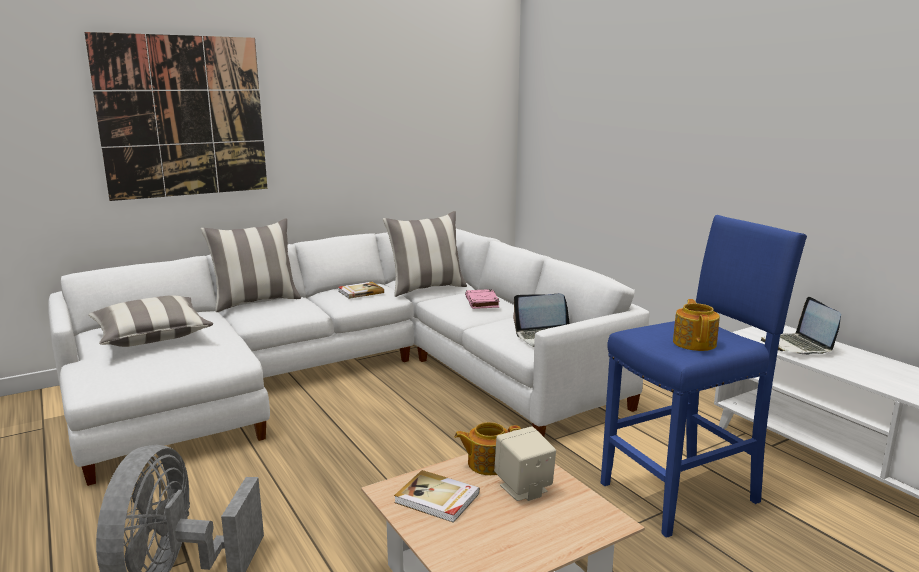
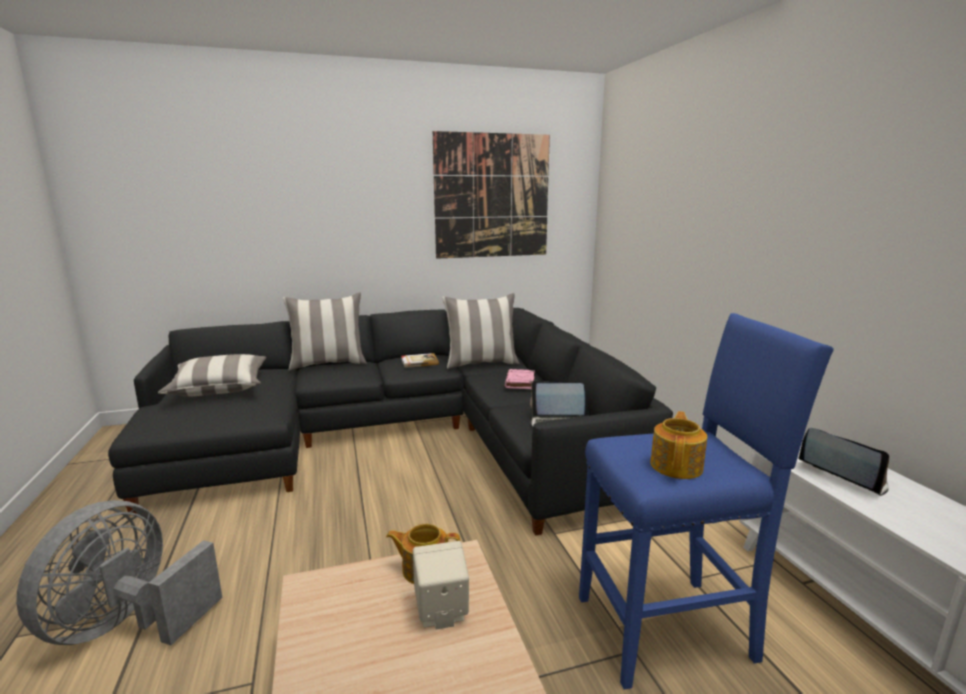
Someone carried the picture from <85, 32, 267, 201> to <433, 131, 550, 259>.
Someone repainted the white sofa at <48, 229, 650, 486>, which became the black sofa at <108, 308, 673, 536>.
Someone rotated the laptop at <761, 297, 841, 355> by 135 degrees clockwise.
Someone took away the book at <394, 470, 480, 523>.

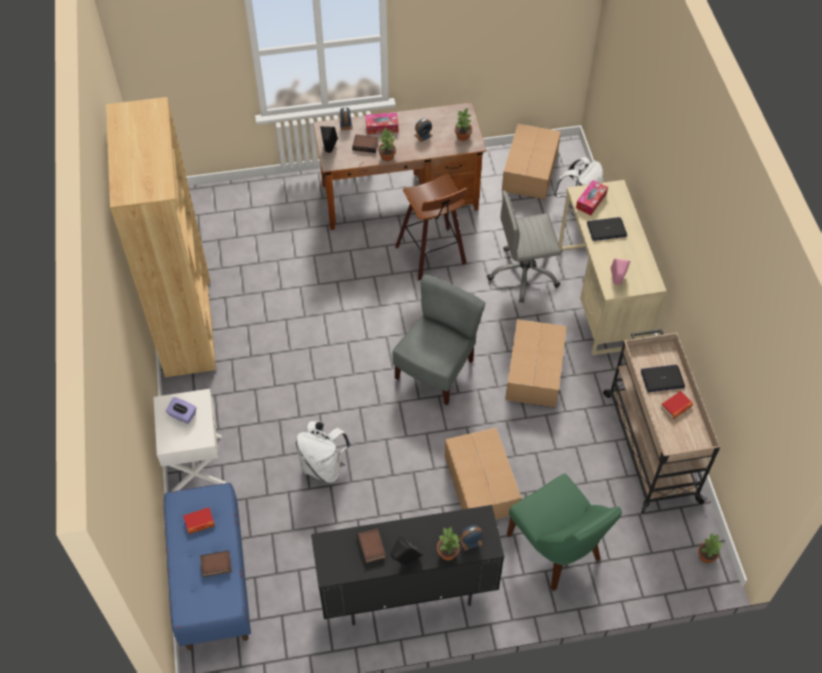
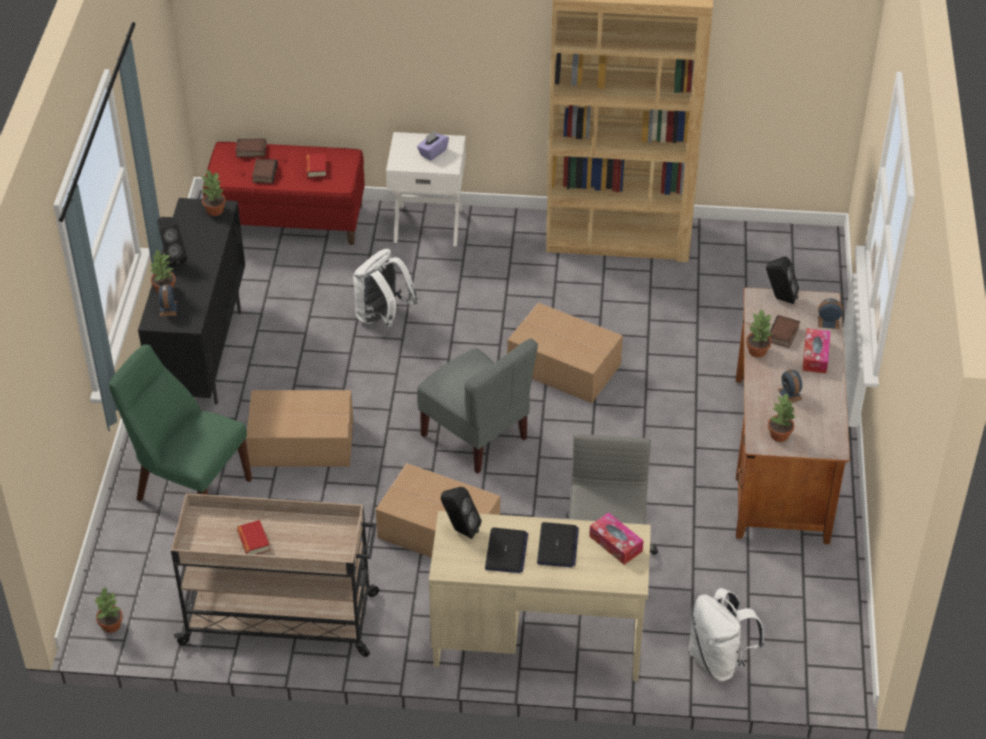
Someone carried the cardboard box from <502, 123, 561, 200> to <507, 303, 623, 403>.
Someone took away the stool at <395, 174, 467, 281>.
Someone repainted the pink speaker at <611, 259, 630, 285>, which became the black speaker at <441, 487, 482, 539>.
Someone carried the laptop from <641, 365, 685, 392> to <485, 527, 528, 573>.
Someone rotated the green chair at <507, 473, 622, 591> by 45 degrees clockwise.
Someone repainted the blue bench at <164, 483, 251, 650>, which became the red bench at <203, 142, 365, 245>.
Someone carried the book from <357, 528, 386, 563> to <236, 138, 266, 157>.
Someone put down the potted plant at <201, 169, 226, 216>.

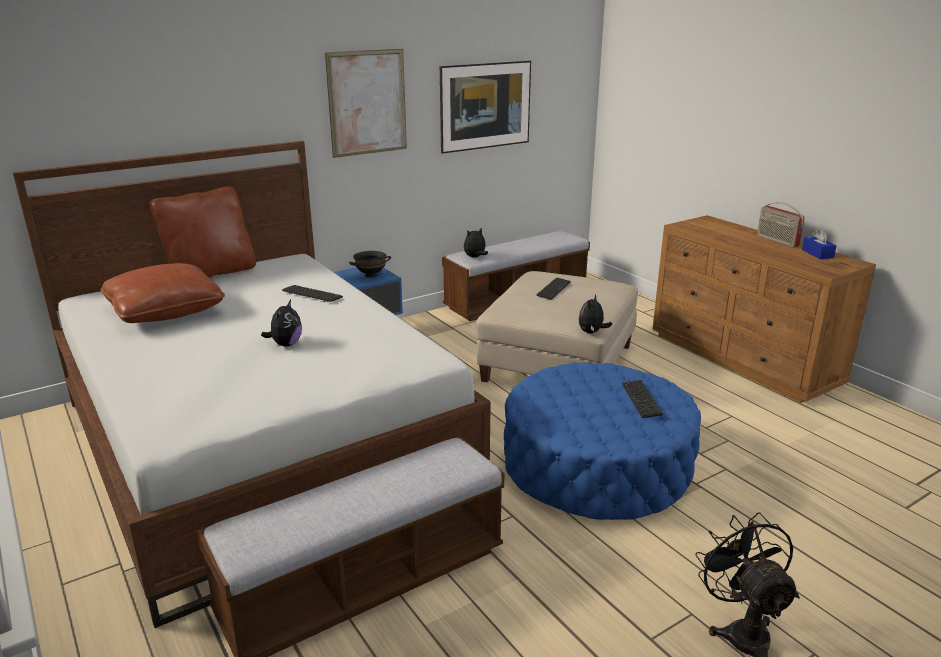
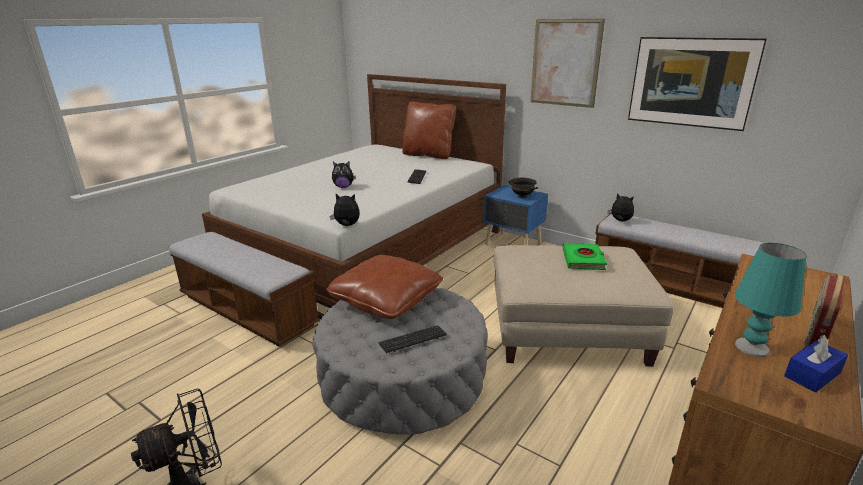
Someone carried the brown pillow from <101, 263, 225, 323> to <326, 255, 443, 319>.
Someone swapped the keyboard at <536, 277, 571, 300> for the green book at <563, 243, 607, 270>.
Someone carried the plush toy from <578, 294, 612, 333> to <330, 194, 360, 226>.
Someone repainted the blue ottoman at <504, 362, 701, 520>, which became the grey ottoman at <312, 288, 488, 434>.
Someone put down the turquoise table lamp at <735, 243, 806, 357>.

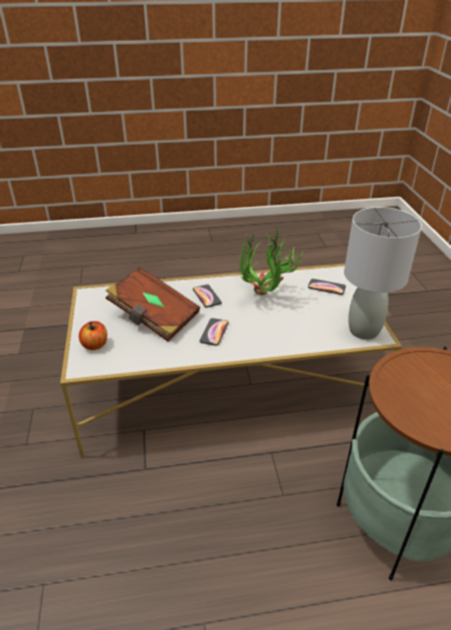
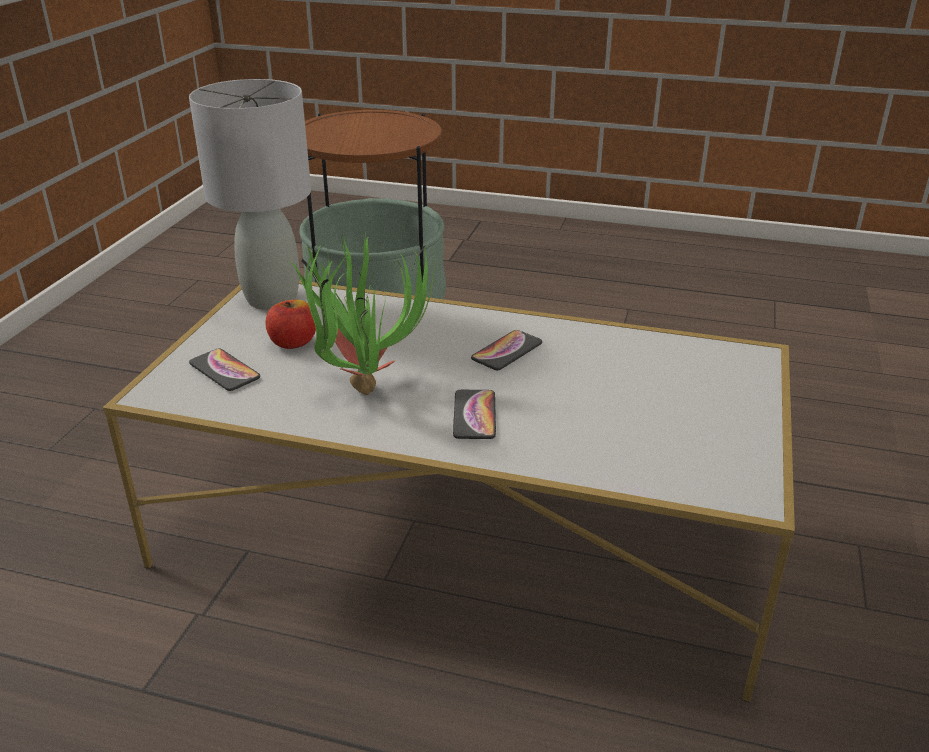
Someone took away the brown book at <106, 267, 200, 341>.
Someone carried the apple from <79, 321, 107, 350> to <265, 300, 316, 349>.

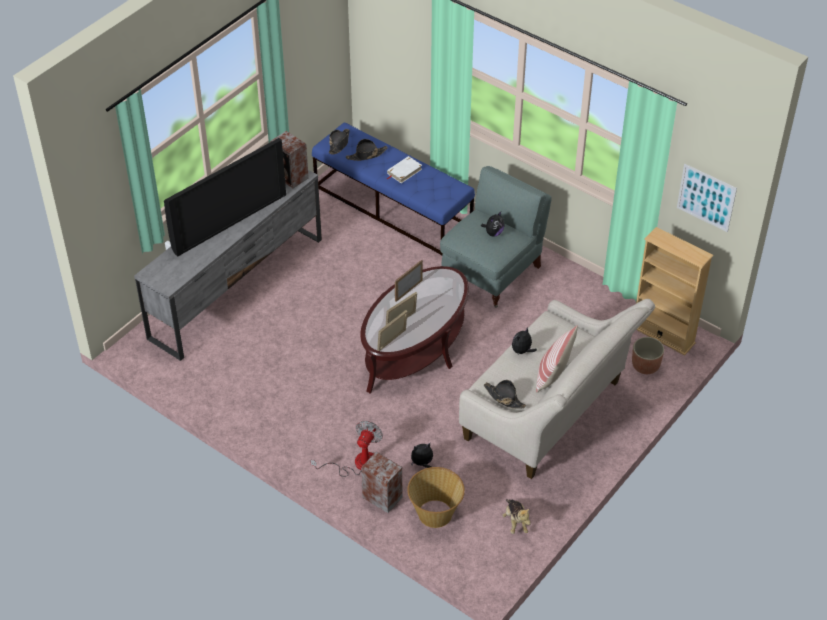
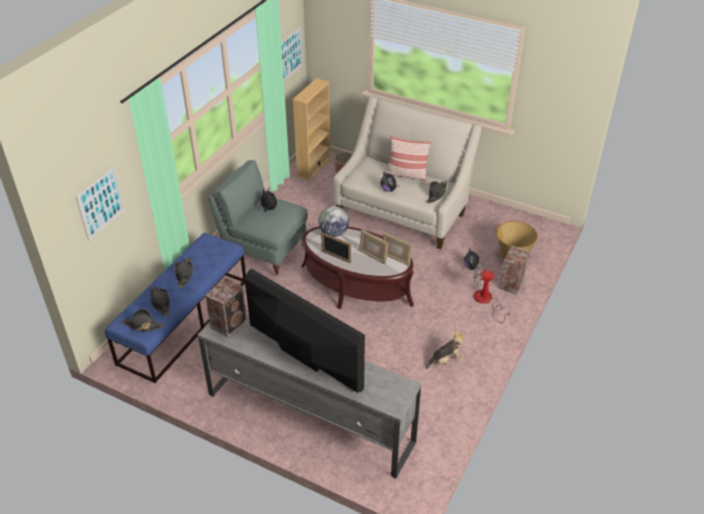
Someone swapped the white book at <386, 156, 422, 183> for the black hat at <174, 258, 193, 288>.
Someone carried the plush toy from <502, 499, 531, 534> to <426, 331, 465, 369>.
Someone put up the picture at <76, 166, 125, 240>.
Someone put down the globe at <318, 206, 349, 237>.

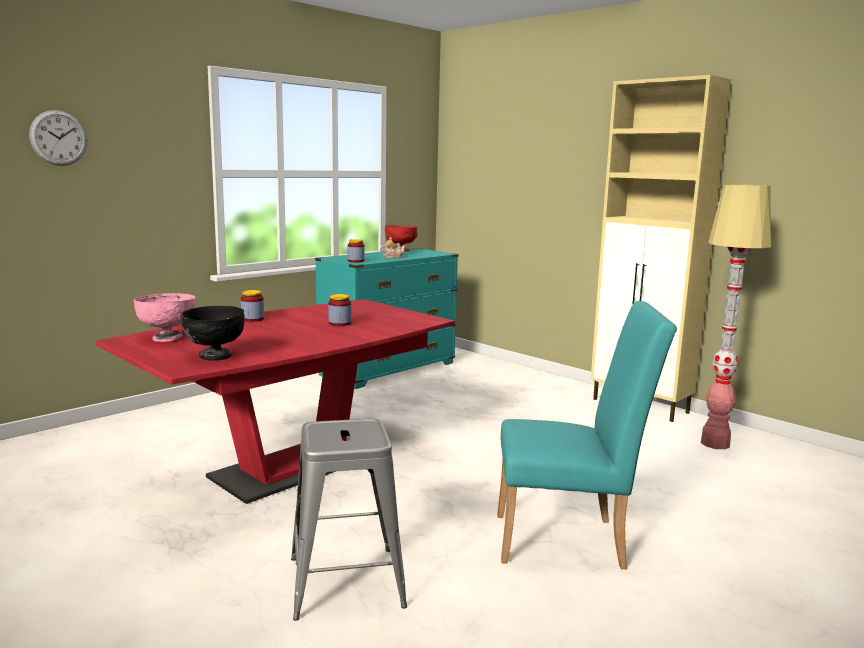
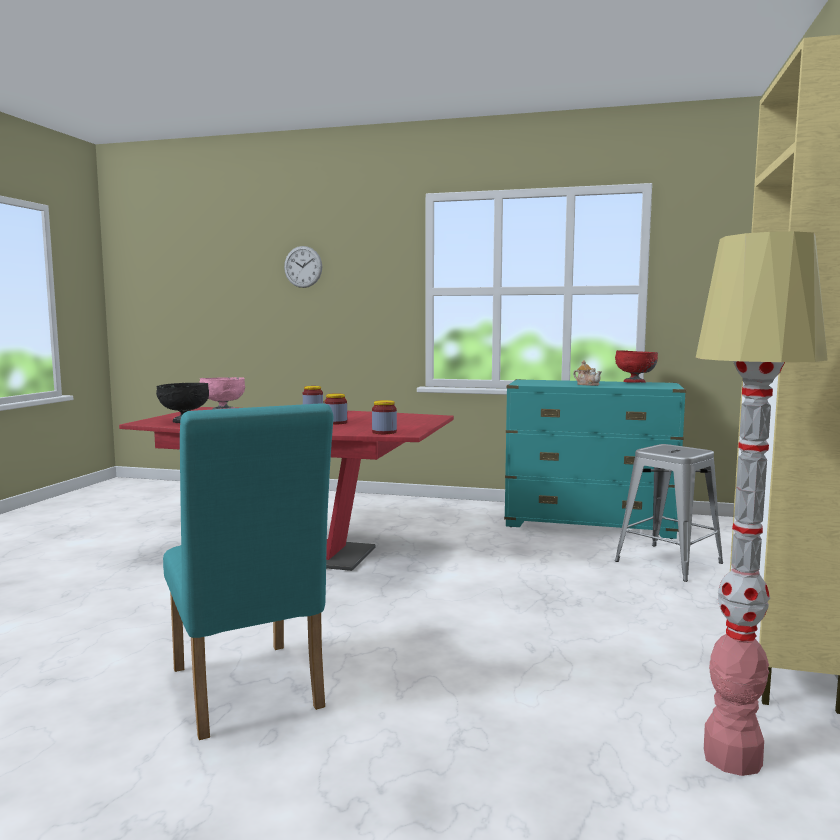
Someone carried the jar from <348, 239, 365, 262> to <372, 400, 397, 434>.
Someone carried the grey stool from <291, 419, 407, 621> to <615, 444, 723, 582>.

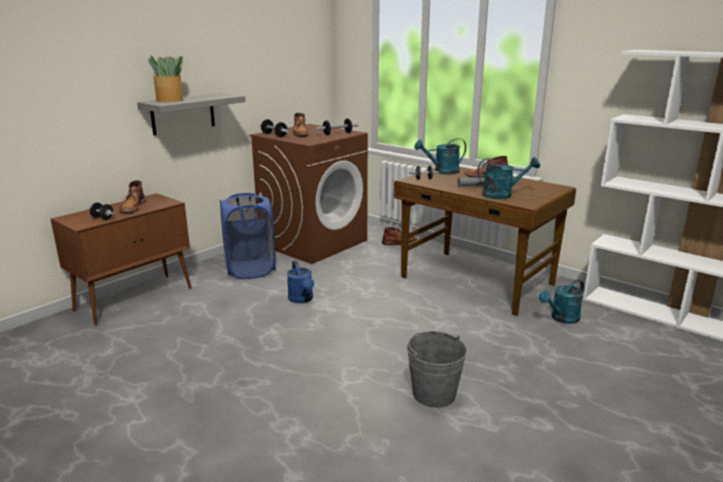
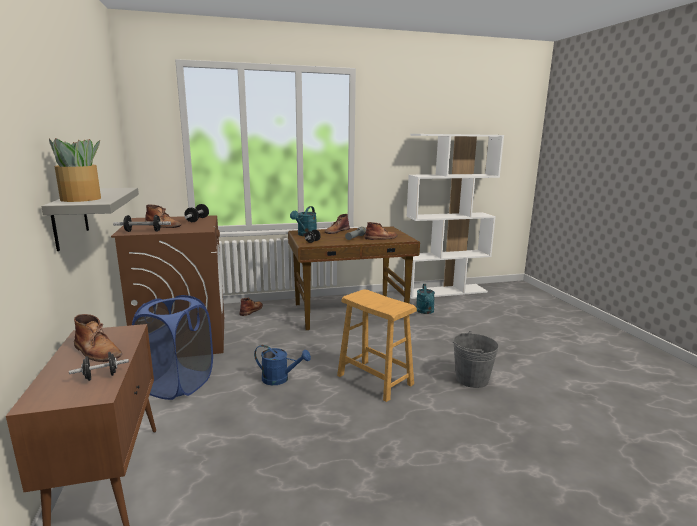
Someone swapped the turquoise watering can at <477, 157, 540, 199> for the brown boot at <365, 222, 398, 240>.
Someone put down the brown stool at <337, 290, 417, 402>.

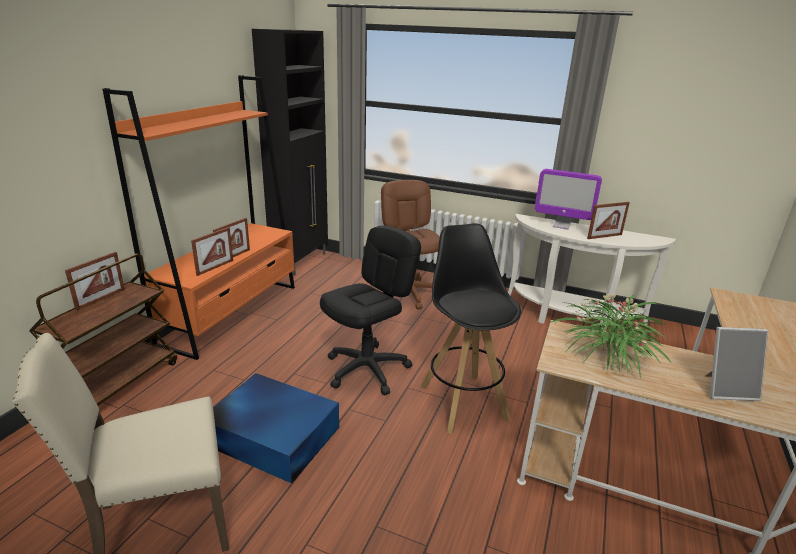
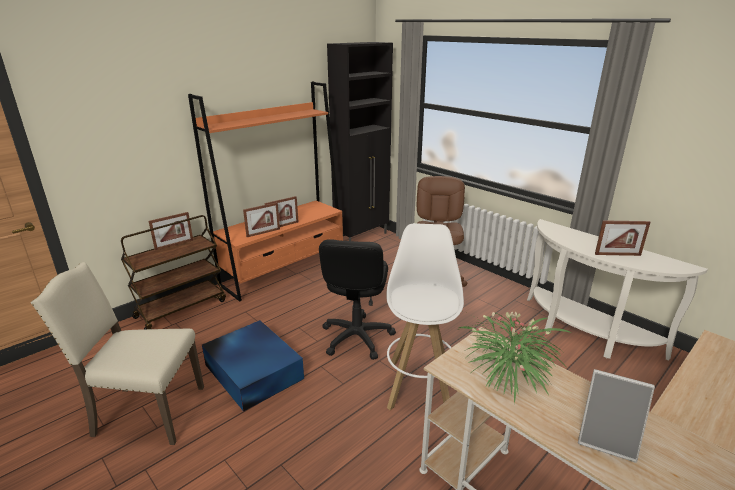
Someone took away the monitor at <535, 169, 602, 229>.
Someone repainted the black stool at <420, 223, 521, 434>, which became the white stool at <386, 223, 464, 410>.
Someone rotated the black office chair at <320, 226, 421, 395> by 120 degrees clockwise.

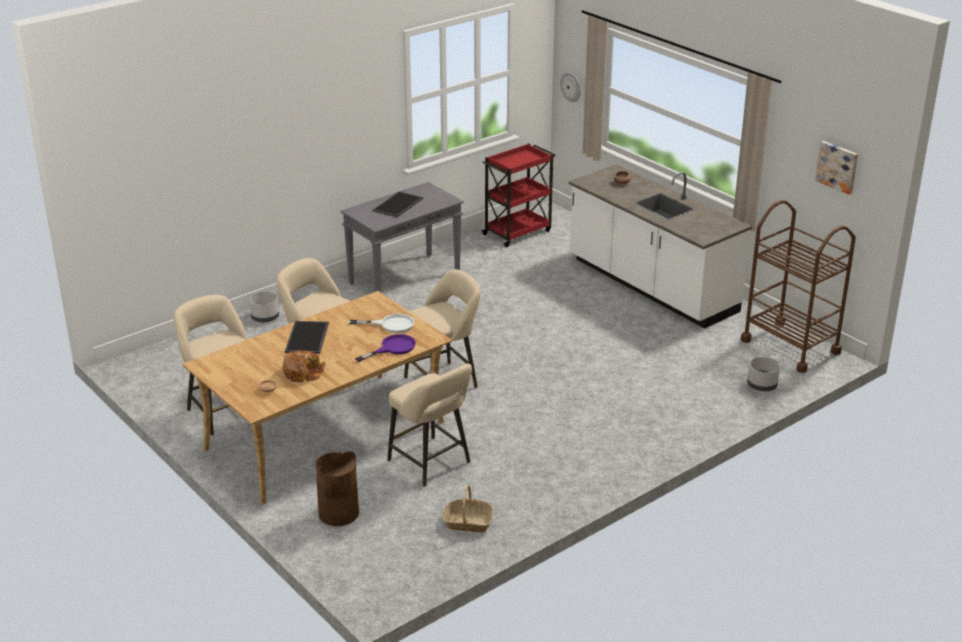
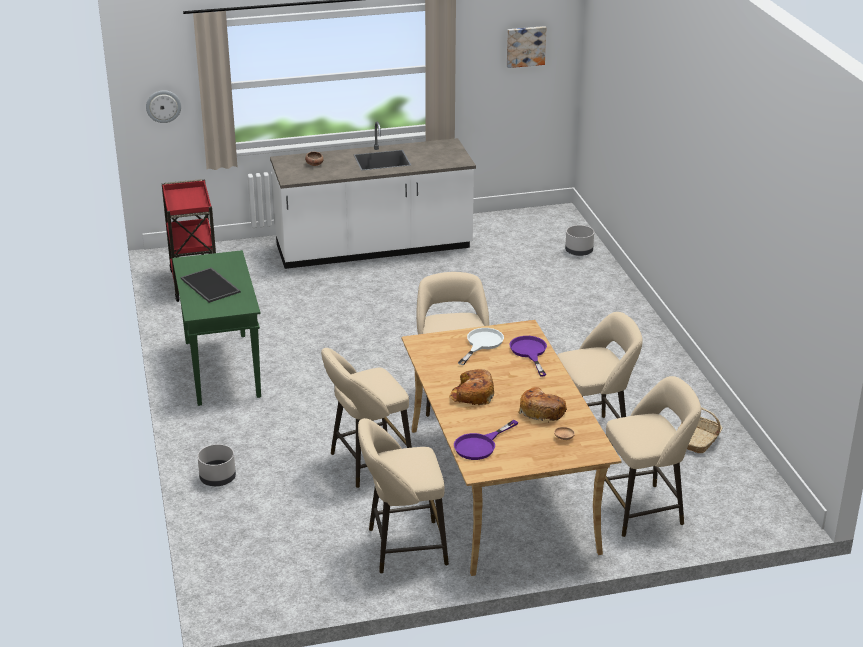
Someone repainted the grey console table at <340, 182, 464, 292>, which became the green console table at <172, 250, 261, 406>.
Someone took away the brown cart at <741, 200, 856, 373>.
Someone swapped the tray at <285, 321, 329, 354> for the bread at <449, 369, 494, 405>.
Someone swapped the brown trash can at <315, 451, 359, 526> for the beige stool at <605, 376, 701, 537>.
Someone put down the purple frying pan at <454, 420, 518, 460>.

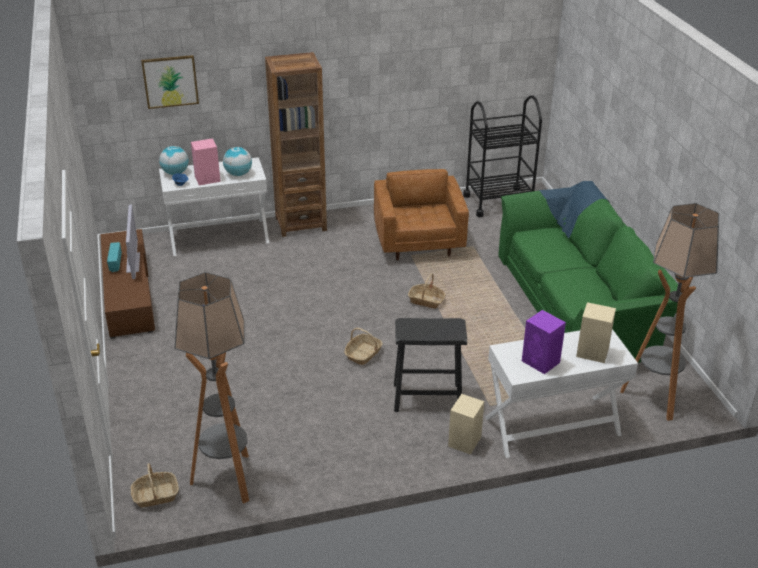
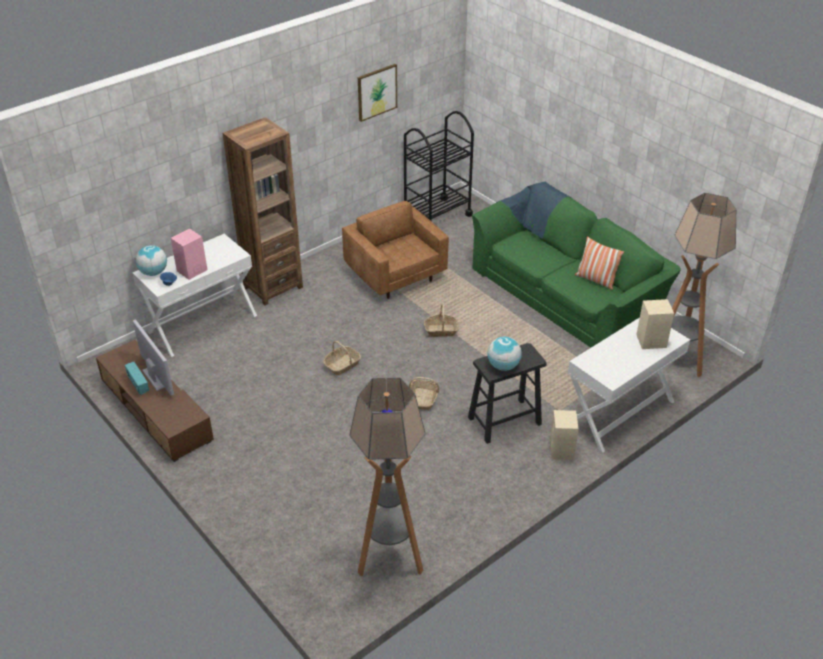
Someone carried the picture from <141, 55, 199, 109> to <358, 64, 397, 122>.
Someone carried the globe from <223, 147, 252, 176> to <488, 337, 522, 371>.
Someone took away the purple speaker at <522, 310, 566, 374>.
Someone carried the basket from <131, 463, 179, 507> to <323, 341, 361, 375>.
Someone put down the pillow at <575, 236, 624, 290>.

